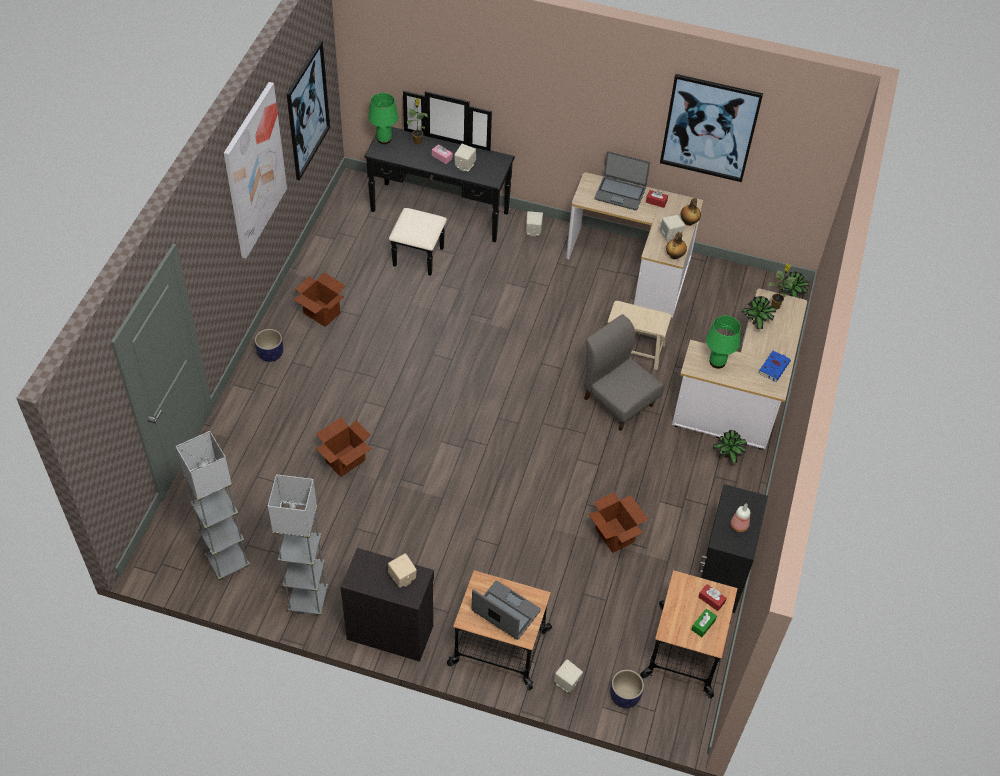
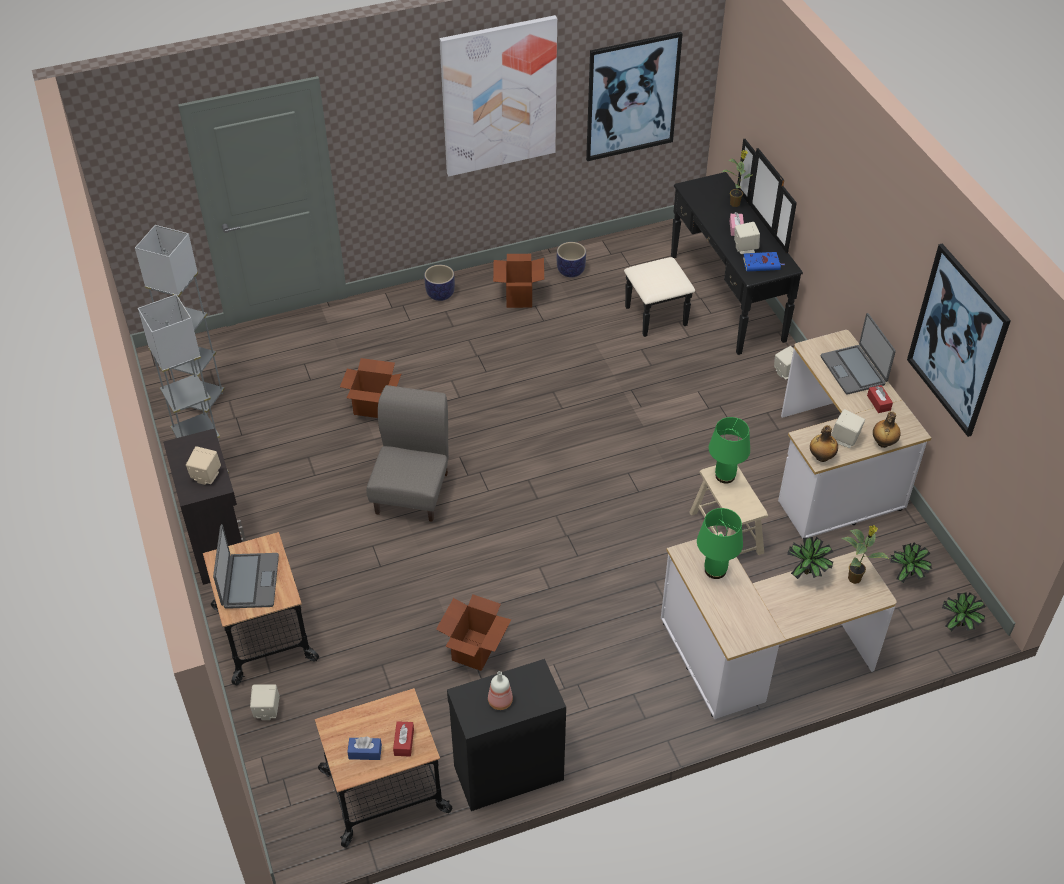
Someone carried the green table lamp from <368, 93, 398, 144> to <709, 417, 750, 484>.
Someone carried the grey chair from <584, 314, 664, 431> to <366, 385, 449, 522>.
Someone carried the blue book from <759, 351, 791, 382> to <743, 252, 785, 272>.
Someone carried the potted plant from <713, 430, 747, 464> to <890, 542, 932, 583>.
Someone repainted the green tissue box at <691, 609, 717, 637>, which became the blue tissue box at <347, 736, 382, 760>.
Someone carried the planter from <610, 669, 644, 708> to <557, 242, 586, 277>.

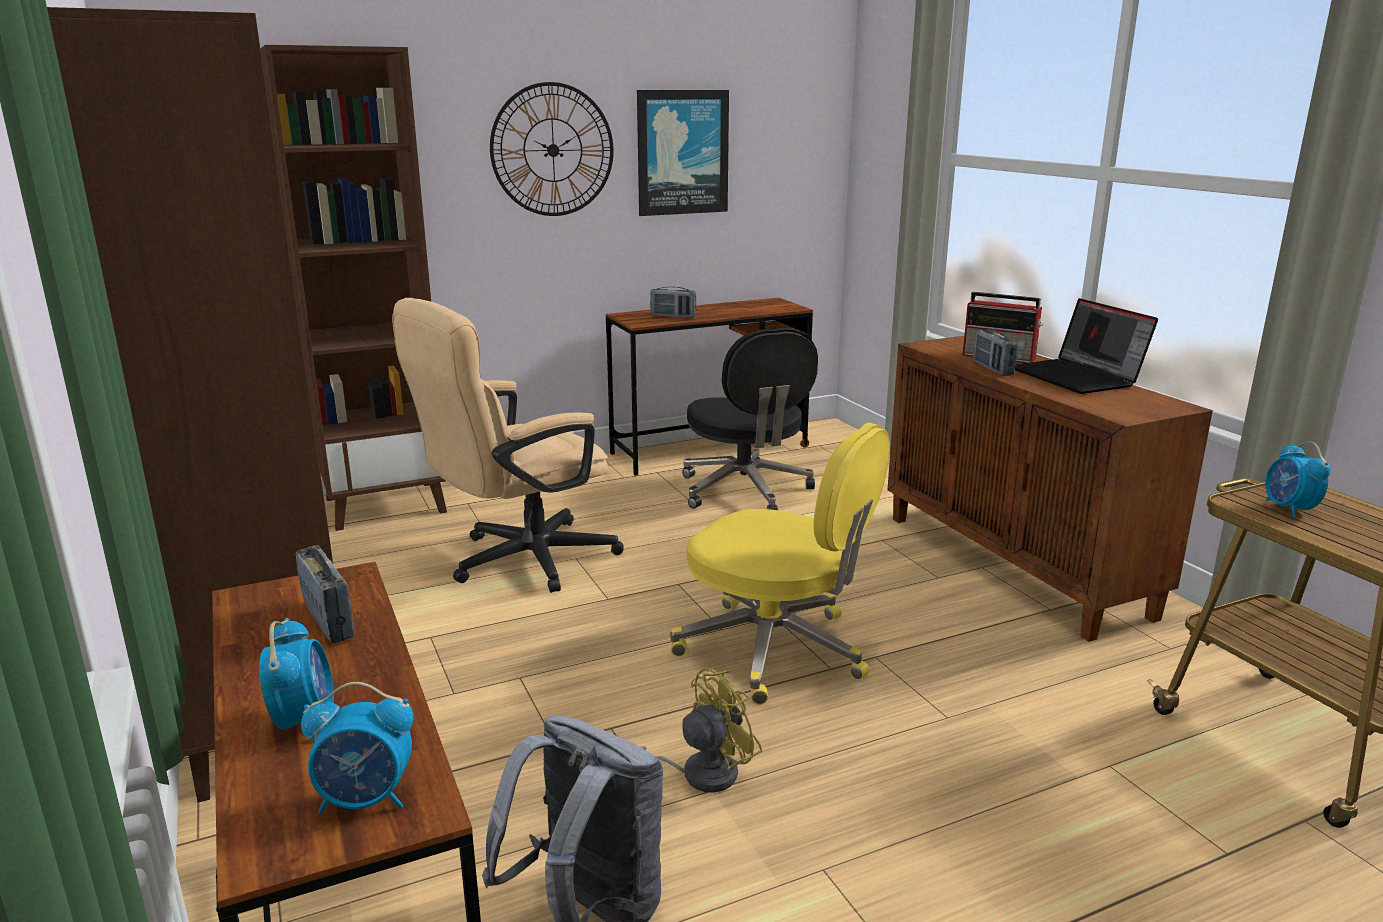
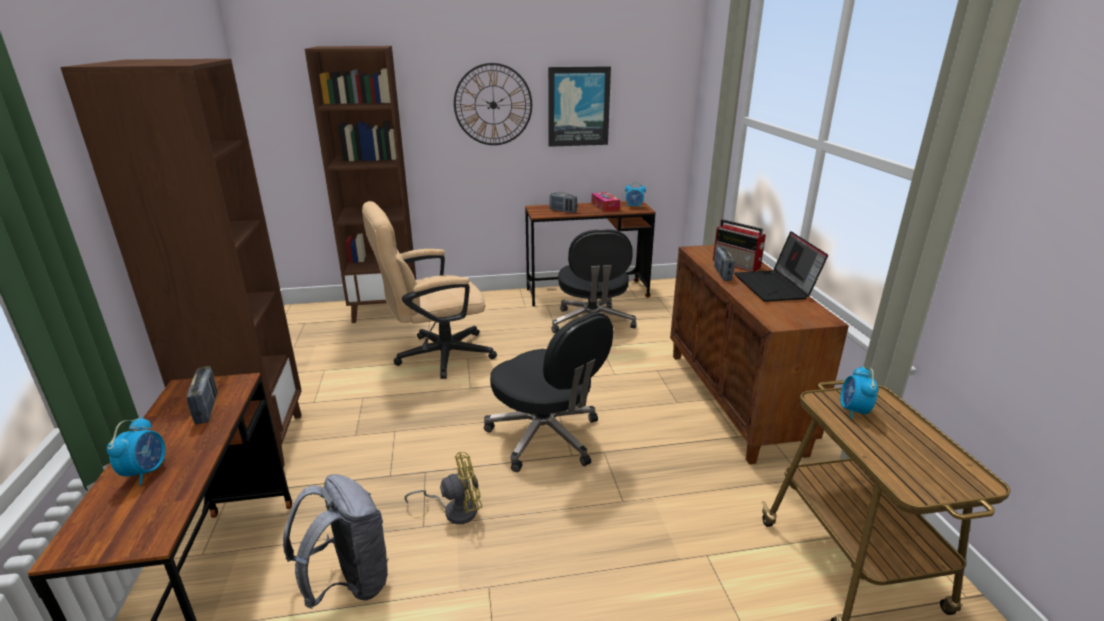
Someone repainted the yellow office chair at <670, 422, 890, 705>, which became the black office chair at <484, 312, 613, 472>.
Someone carried the alarm clock from <301, 682, 414, 814> to <625, 182, 646, 208>.
Someone put down the tissue box at <591, 192, 620, 212>.

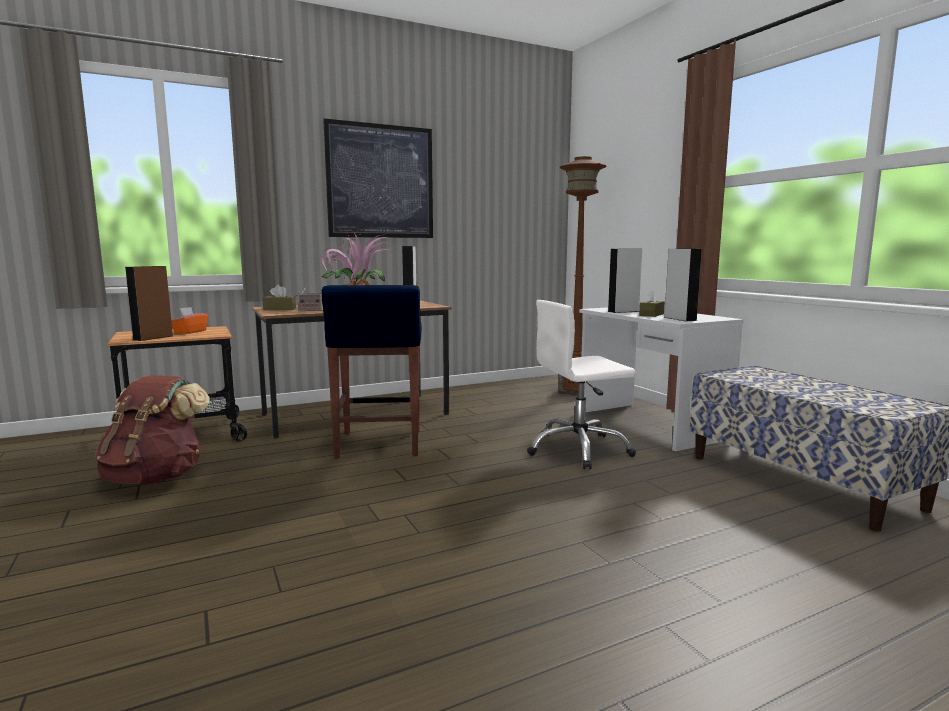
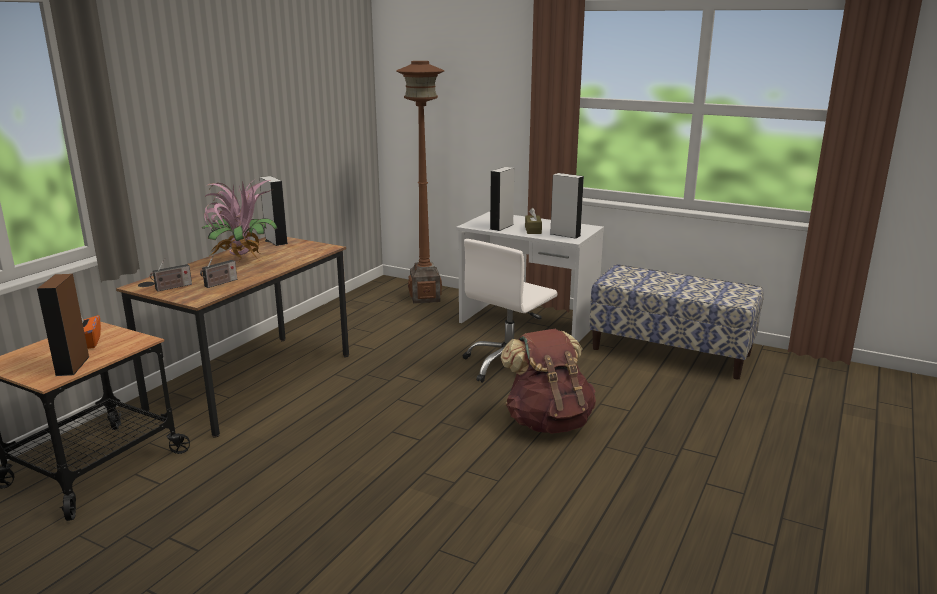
Someone took away the picture at <323, 118, 433, 238>.
Someone swapped the brown tissue box at <262, 285, 296, 310> for the radio at <150, 258, 192, 291>.
Someone took away the blue stool at <322, 285, 422, 458>.
Someone carried the brown backpack from <95, 375, 210, 484> to <500, 329, 596, 434>.

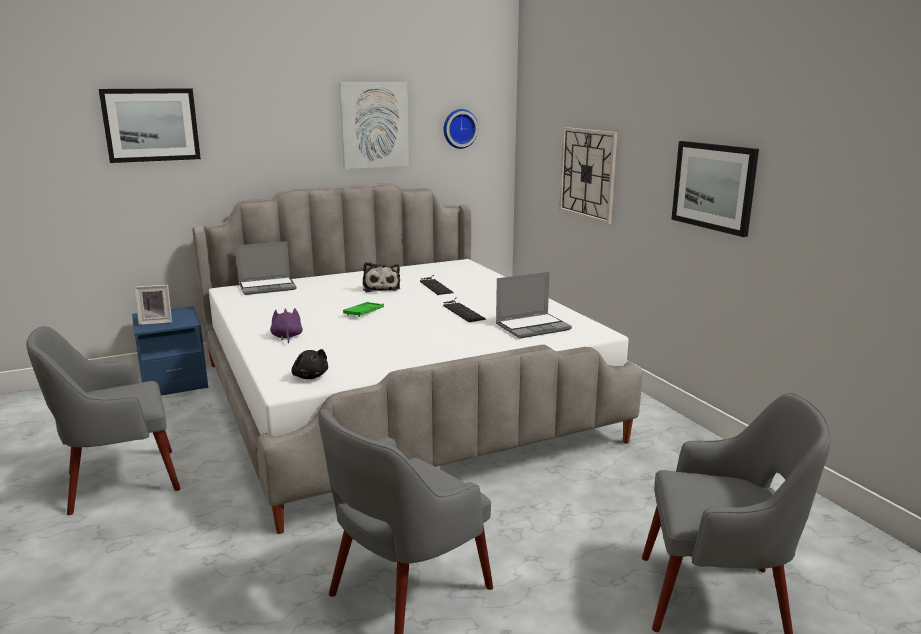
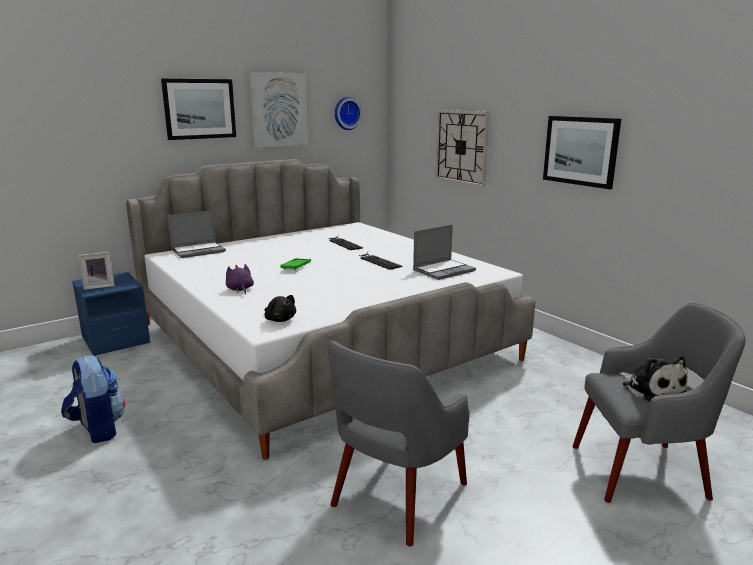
Someone carried the picture from <99, 88, 201, 163> to <161, 79, 236, 140>.
Someone carried the plush toy from <363, 262, 400, 292> to <619, 355, 688, 402>.
Someone swapped the grey armchair at <26, 326, 180, 515> for the backpack at <61, 355, 125, 443>.

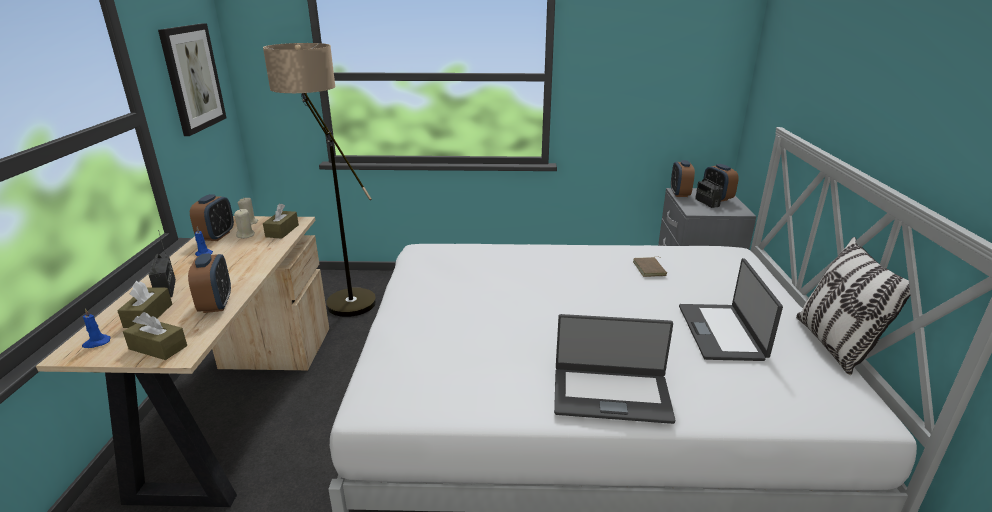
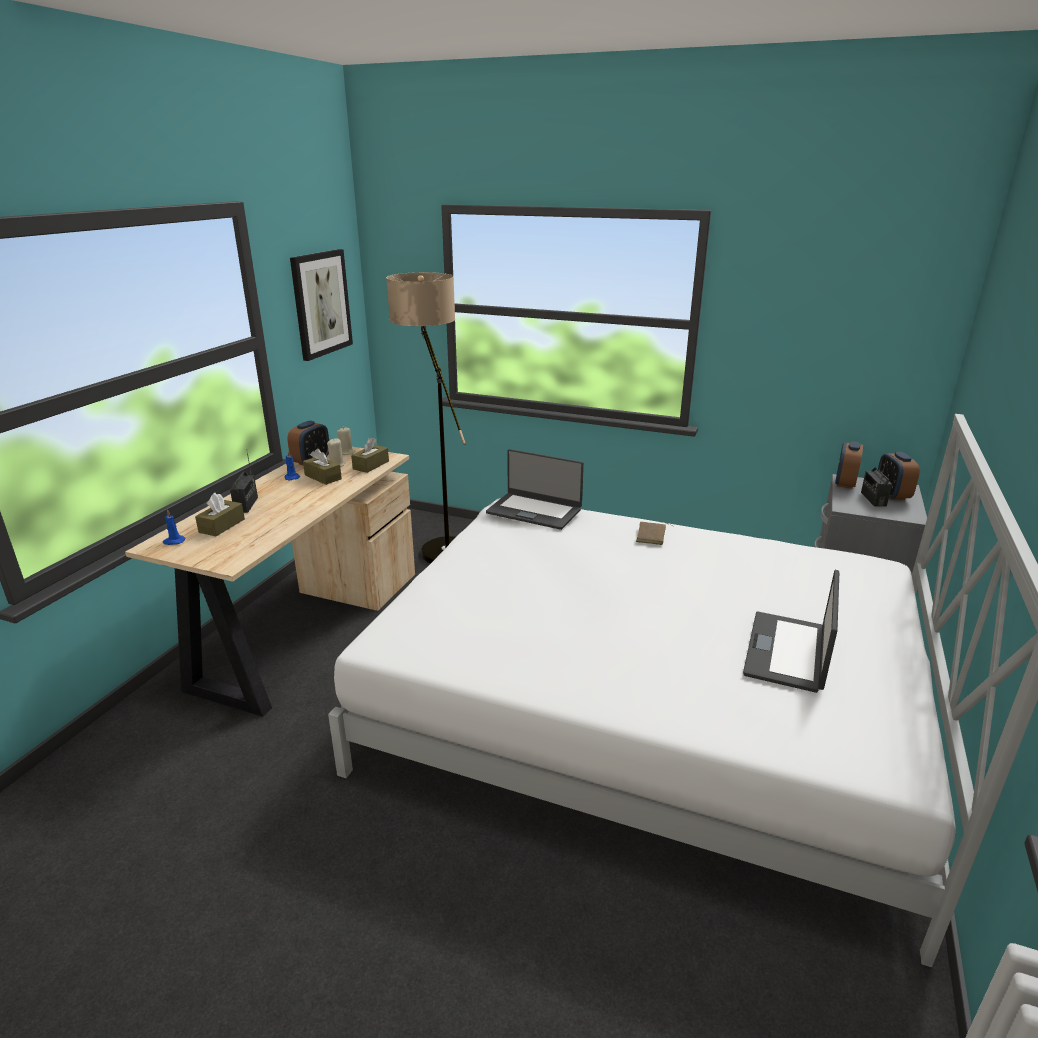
Someone took away the pillow at <796, 237, 910, 375>.
Someone took away the alarm clock at <188, 253, 231, 313>.
Someone carried the brown book from <633, 256, 667, 277> to <636, 522, 673, 545>.
Someone carried the brown tissue box from <123, 312, 187, 360> to <303, 449, 342, 485>.
Someone carried the laptop from <554, 314, 675, 424> to <486, 449, 584, 530>.

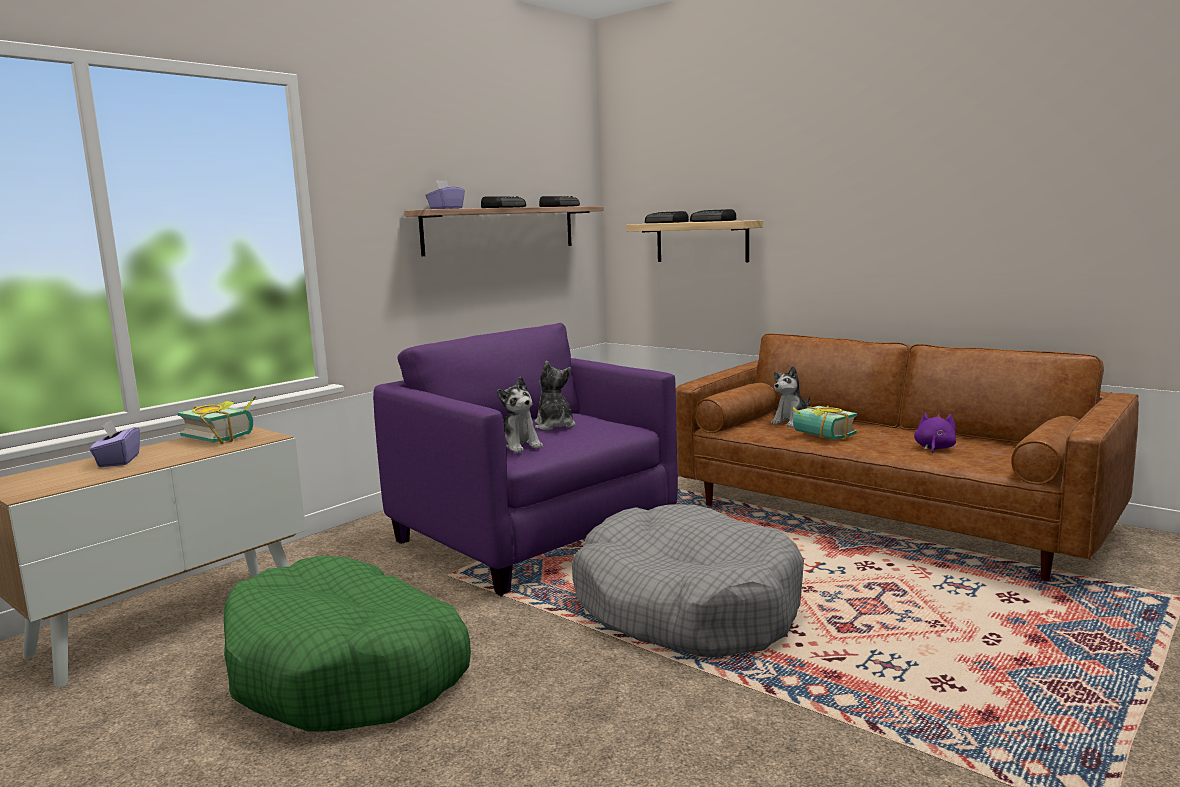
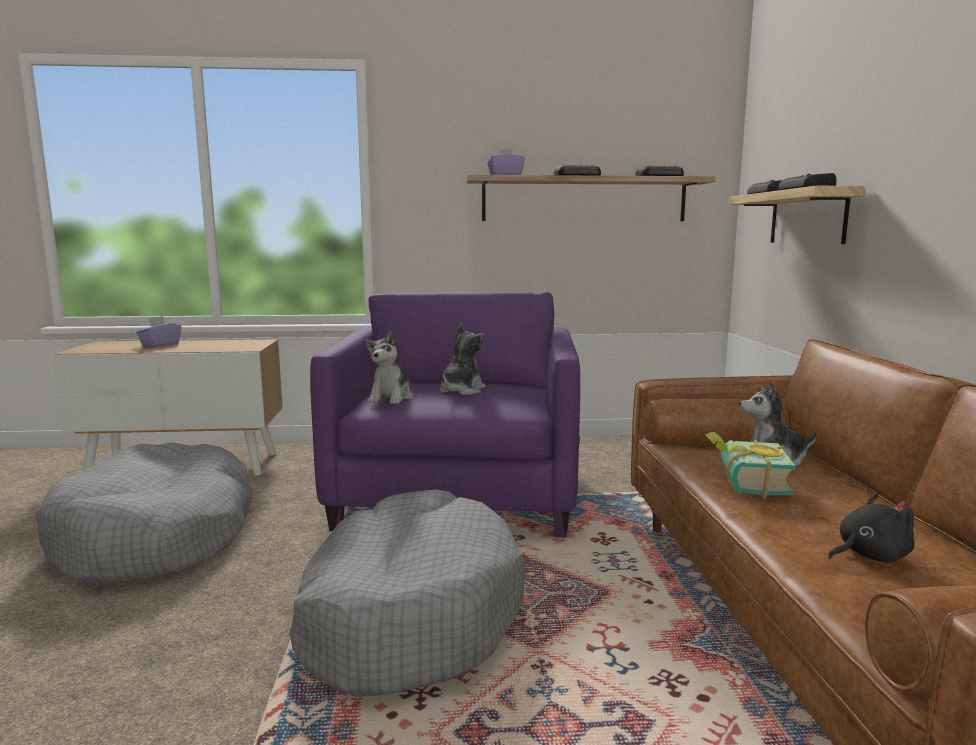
Someone took away the book at <178, 396, 256, 444>.
Someone repainted the purple plush toy at <914, 413, 956, 453>, which became the black plush toy at <828, 493, 915, 563>.
Someone repainted the green dog bed at <224, 556, 471, 732>, which became the grey dog bed at <36, 442, 252, 583>.

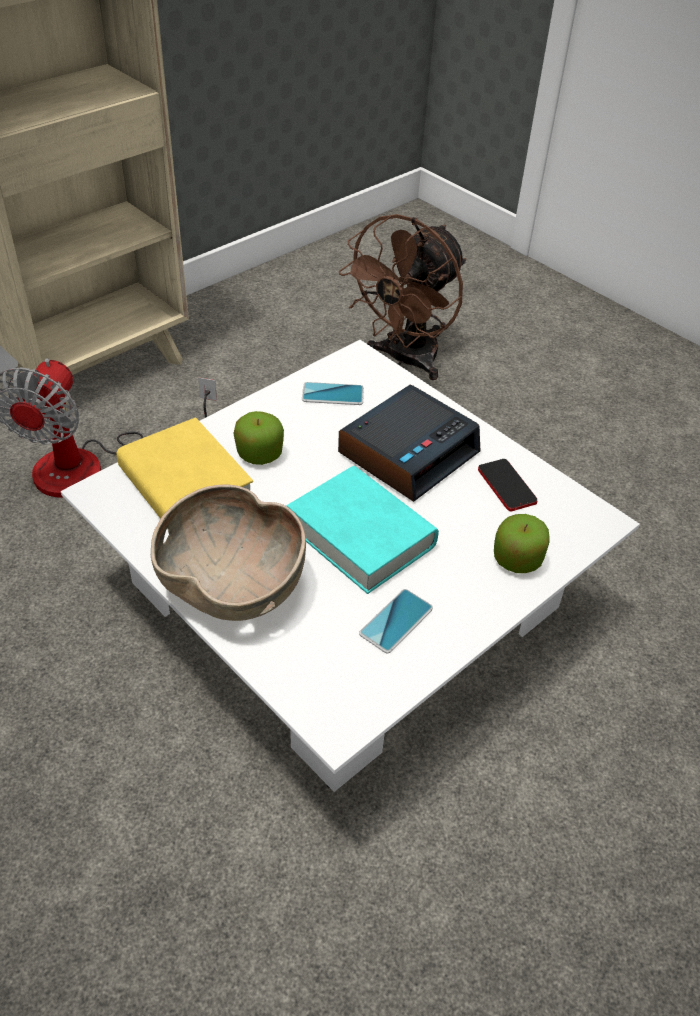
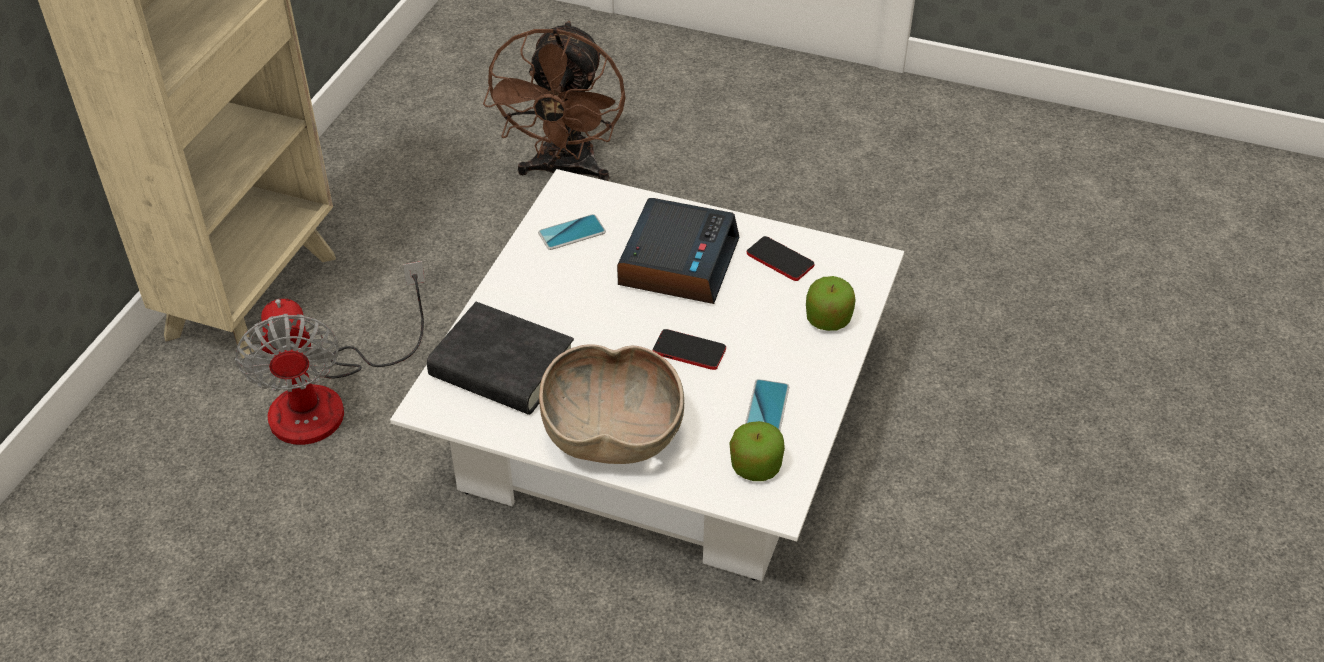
Someone carried the apple from <233, 411, 284, 465> to <729, 421, 785, 481>.
Someone repainted the yellow book at <116, 417, 253, 519>, which became the black book at <427, 302, 574, 415>.
Someone swapped the turquoise book at <287, 466, 439, 594> for the phone at <652, 329, 726, 370>.

